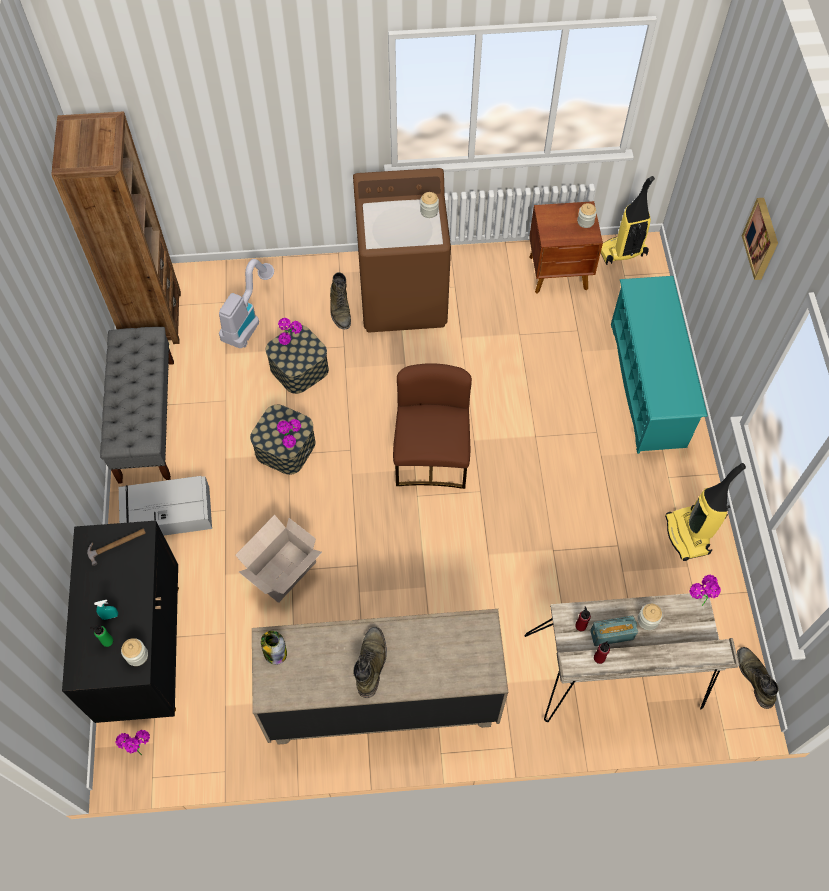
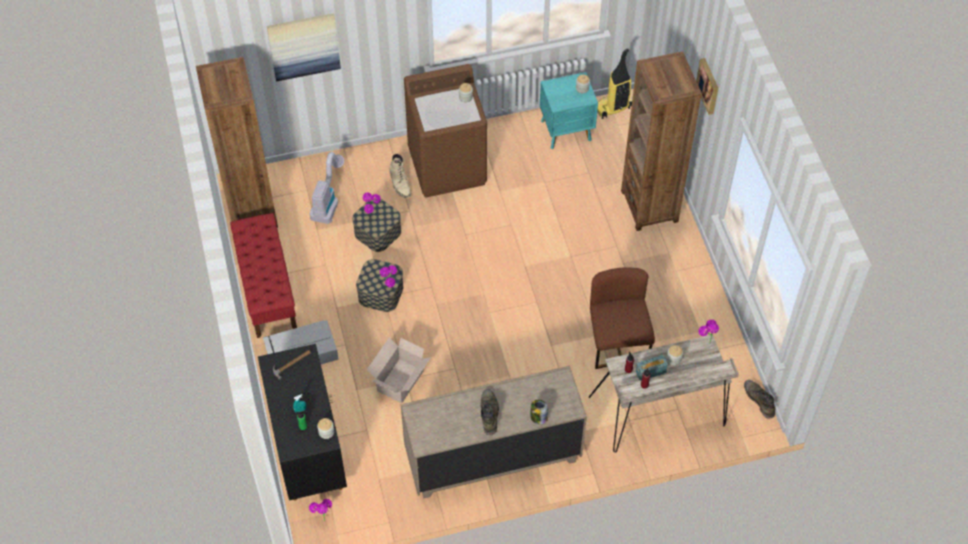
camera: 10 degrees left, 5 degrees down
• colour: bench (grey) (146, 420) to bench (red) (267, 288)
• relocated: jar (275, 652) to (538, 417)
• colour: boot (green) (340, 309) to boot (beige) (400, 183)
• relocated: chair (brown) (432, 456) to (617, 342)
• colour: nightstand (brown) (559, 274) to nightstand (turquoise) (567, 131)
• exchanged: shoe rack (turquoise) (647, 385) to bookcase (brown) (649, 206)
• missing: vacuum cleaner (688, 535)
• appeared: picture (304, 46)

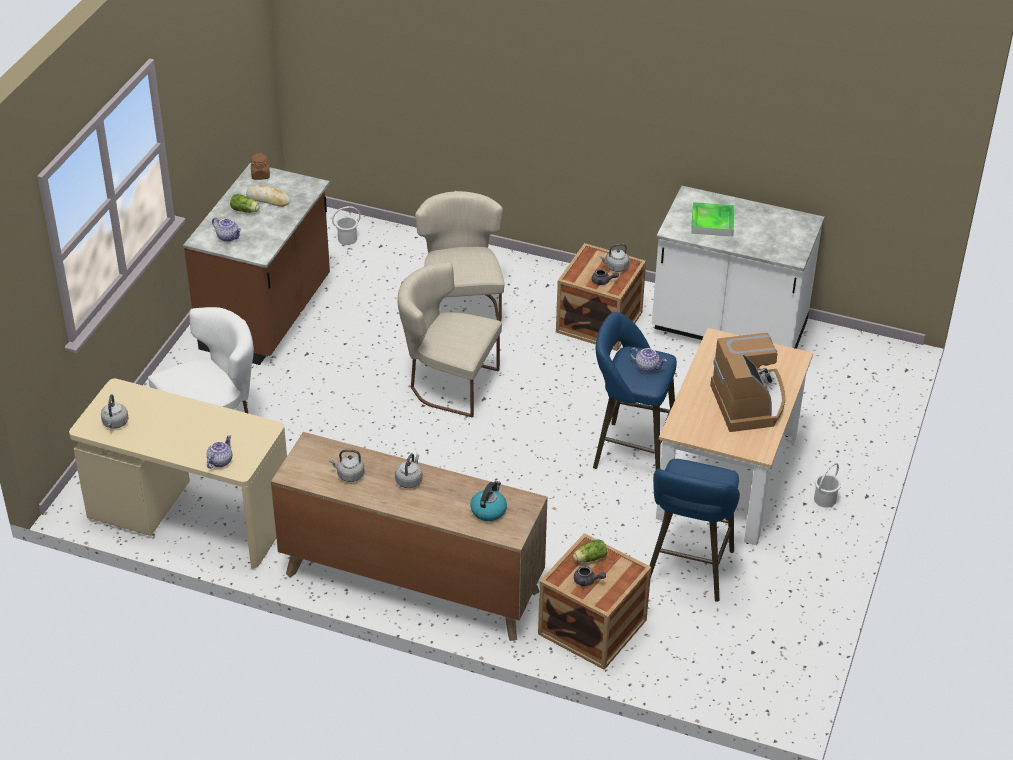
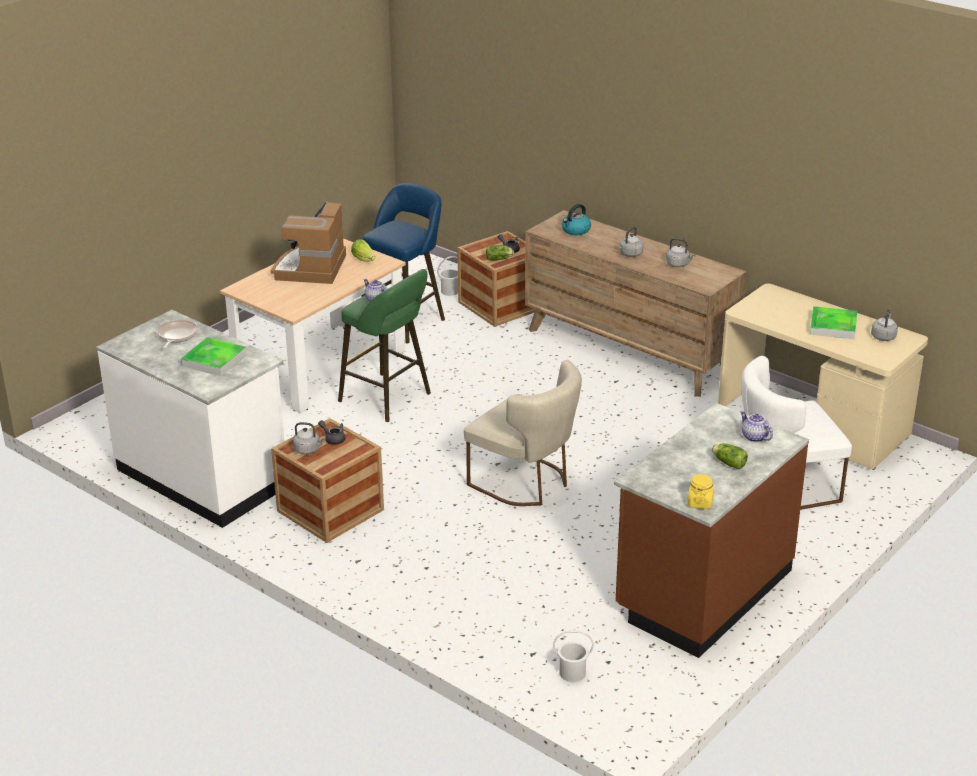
camera: 160 degrees left, 10 degrees down
• missing: teapot (219, 461)
• missing: bread (268, 199)
• colour: jar (brown) (260, 175) to jar (yellow) (700, 502)
• missing: chair (beige) (461, 308)
• colour: stool (blue) (629, 451) to stool (green) (389, 399)
• relocated: bucket (white) (825, 499) to (449, 291)
• appeared: frying pan (176, 336)
• appeared: lettuce (364, 259)
• appeared: tray (833, 326)

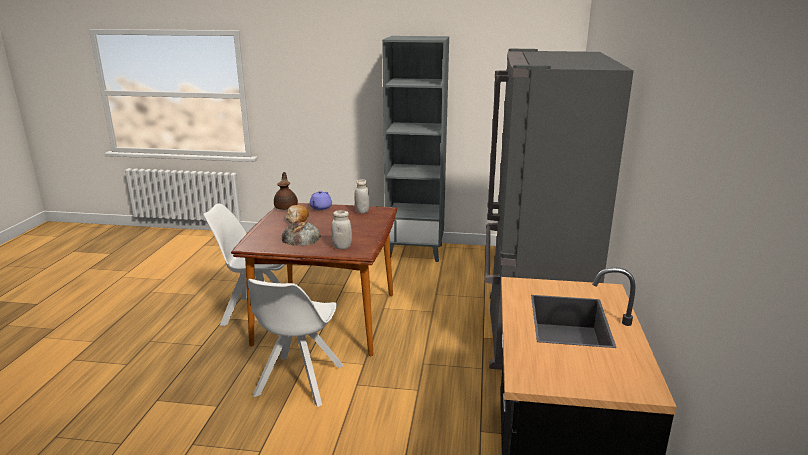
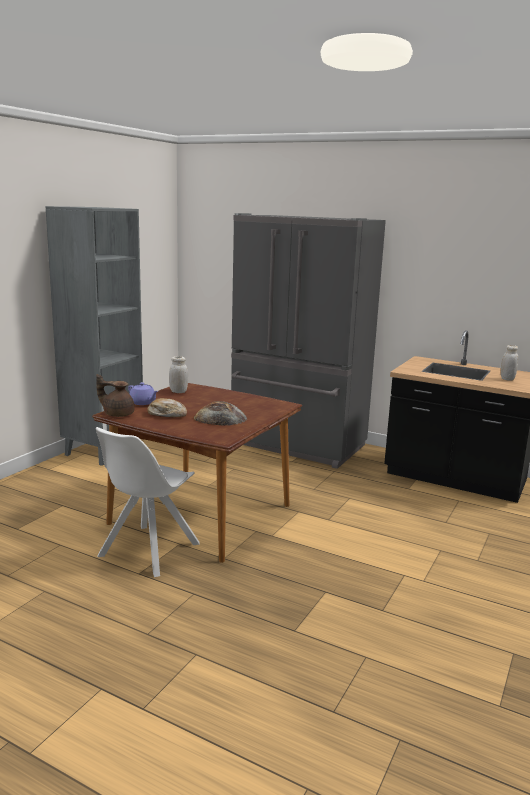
camera: 70 degrees left, 5 degrees down
• missing: chair (white) (298, 382)
• relocated: jar (white) (342, 247) to (507, 379)

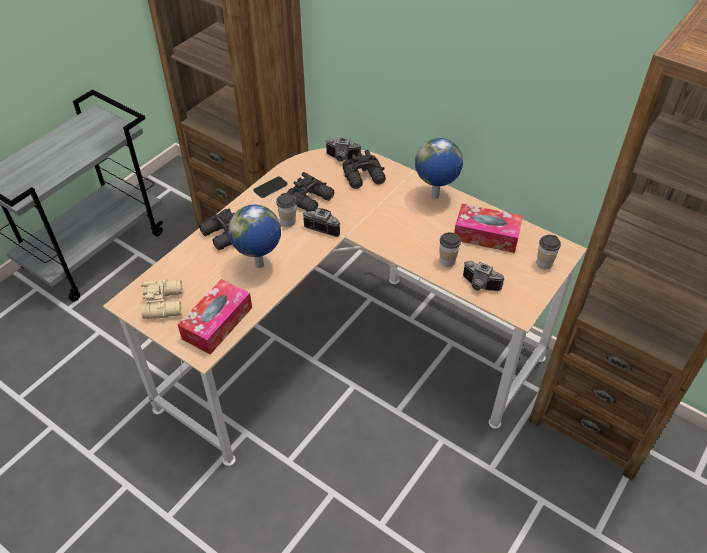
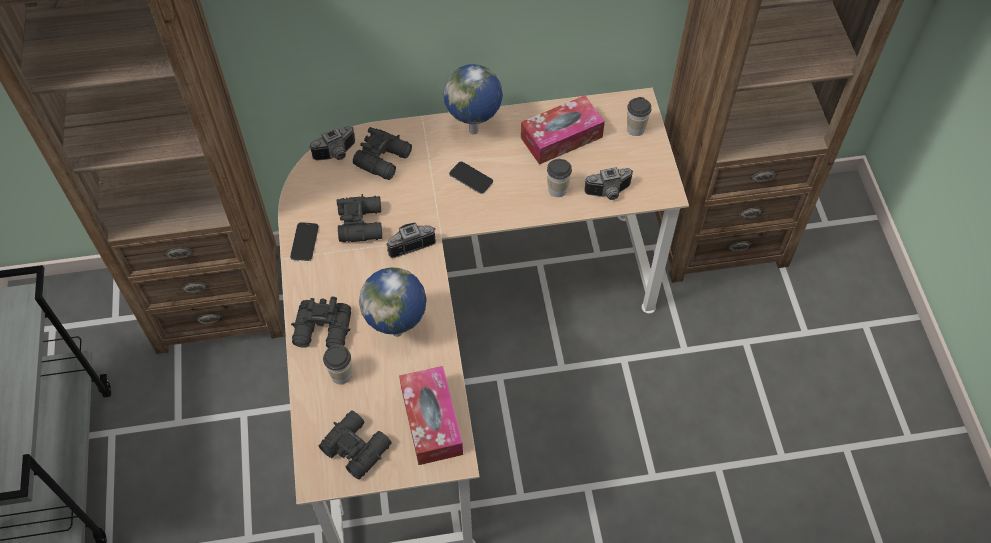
camera: 45 degrees left, 10 degrees up
• colour: binoculars (beige) (165, 303) to binoculars (black) (356, 446)
• relocated: cup (288, 221) to (341, 375)
• appeared: phone (471, 178)

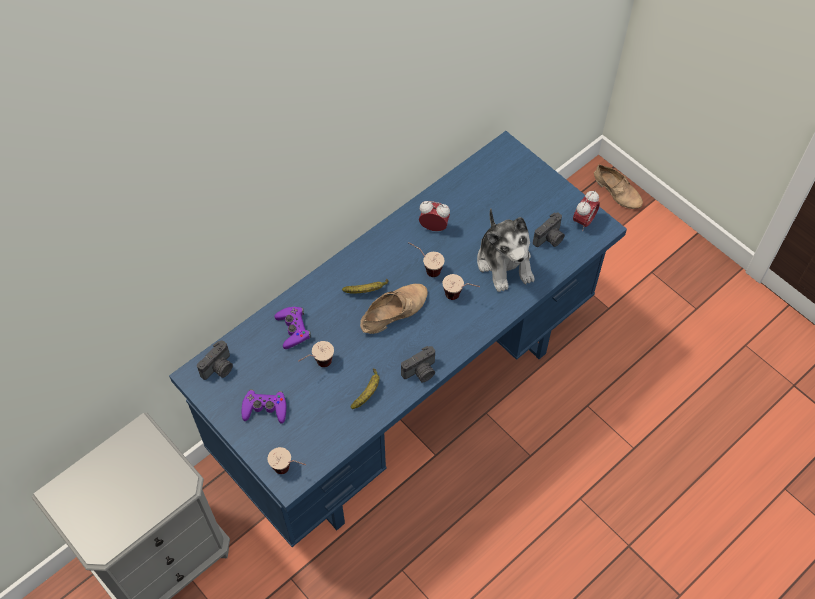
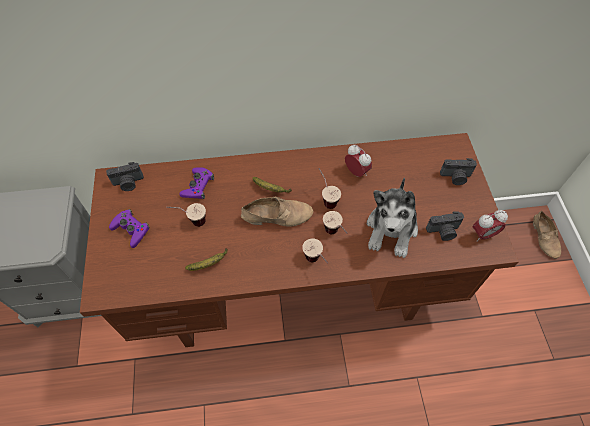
camera: 35 degrees right, 0 degrees up
• colour: desk (blue) (407, 396) to desk (brown) (296, 289)
• relocated: cup (290, 471) to (316, 263)
• relocated: photo camera (421, 372) to (455, 177)

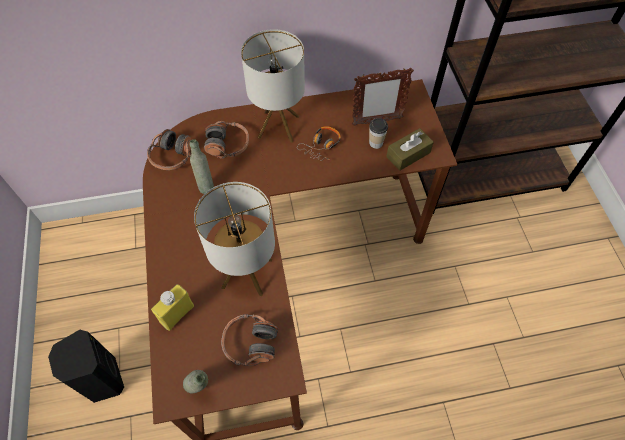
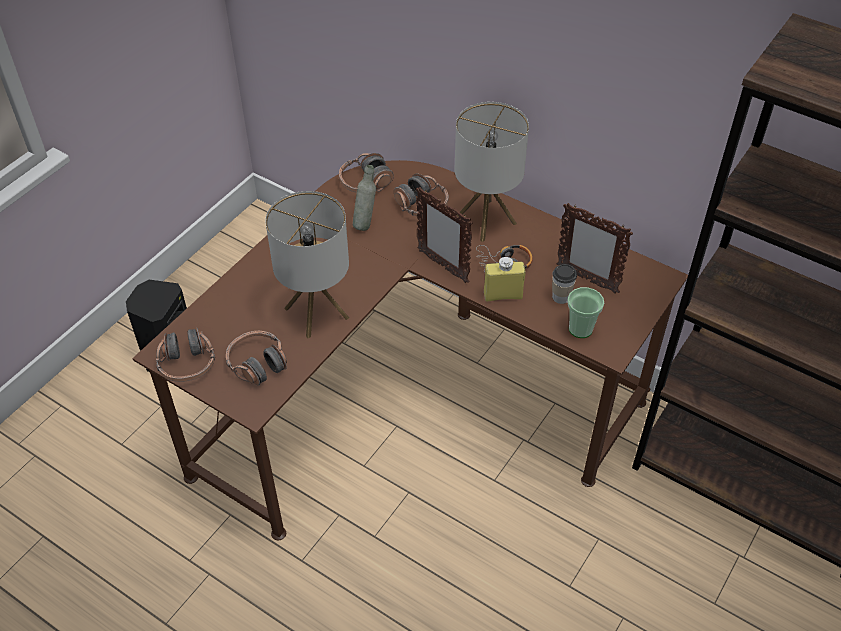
camera: 45 degrees right, 10 degrees down
• relocated: bottle (yellow) (177, 314) to (503, 295)
• exchanged: bottle (grey) (201, 389) to headphones (187, 364)
• exchanged: tissue box (brown) (408, 154) to cup (580, 329)
• appeared: picture frame (442, 266)

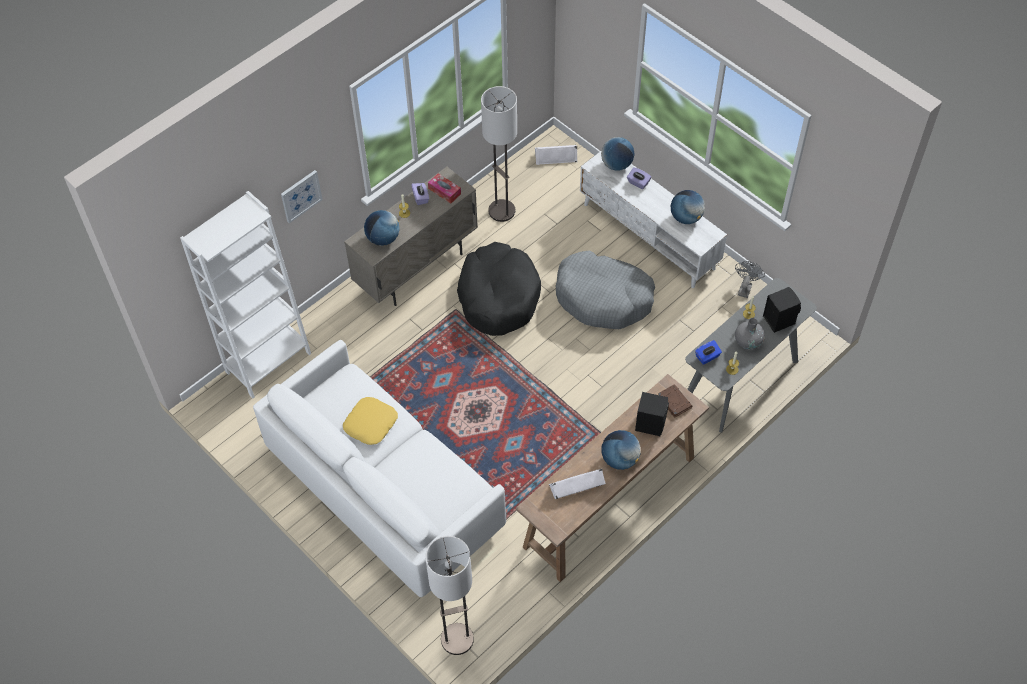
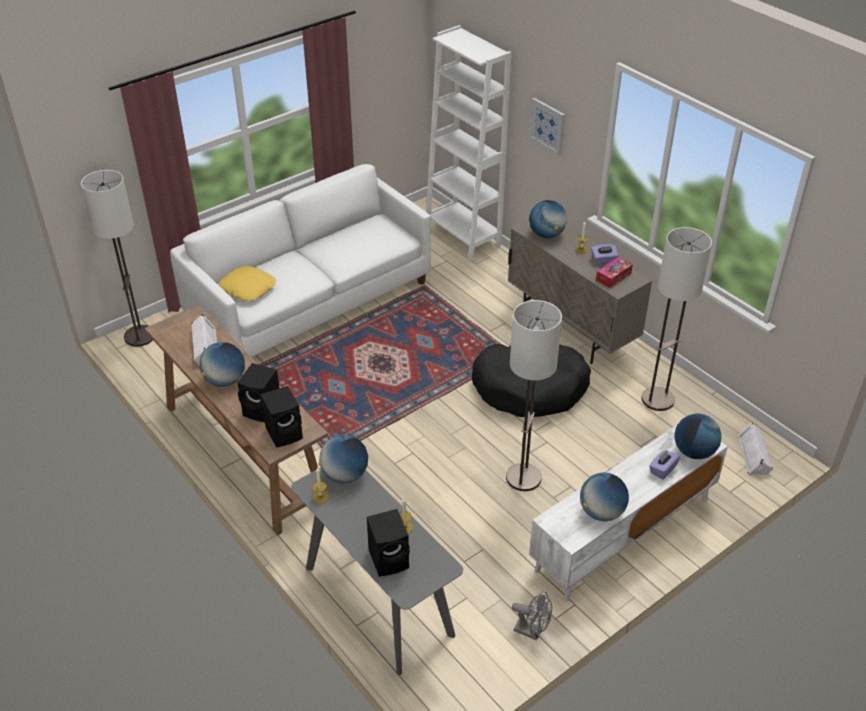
camera: 95 degrees right, 15 degrees down
• relocated: pillow (yellow) (370, 423) to (248, 288)
• exchanged: dog bed (grey) (603, 298) to floor lamp (523, 477)
• exchanged: book (brown) (674, 402) to speaker (black) (285, 433)
• exchanged: tissue box (blue) (707, 357) to globe (345, 475)
• missing: vase (grey) (748, 342)

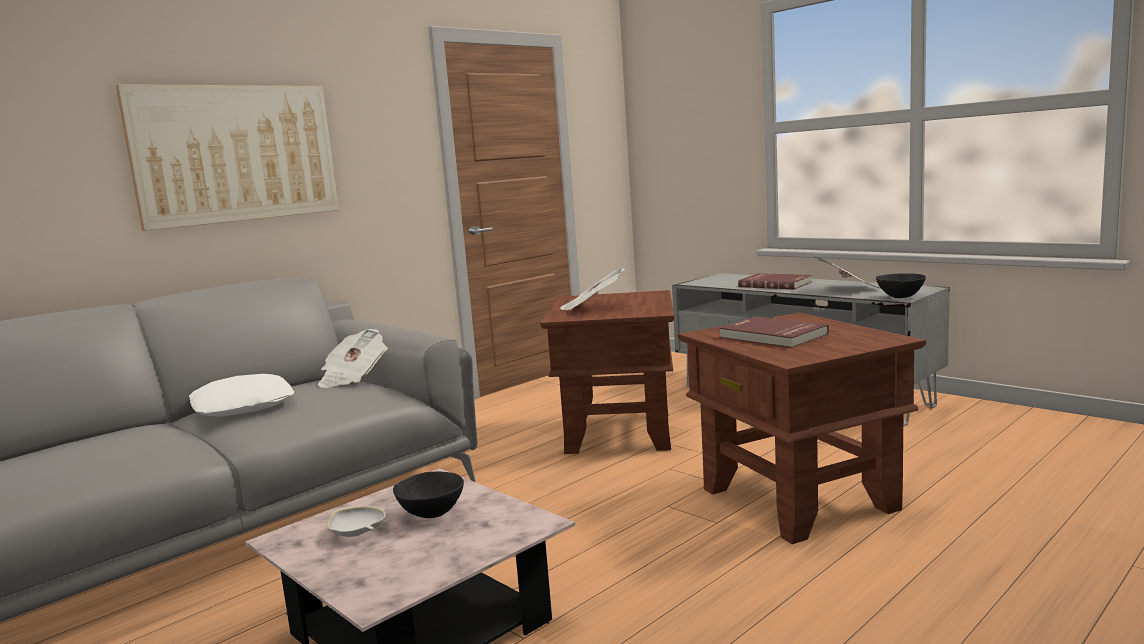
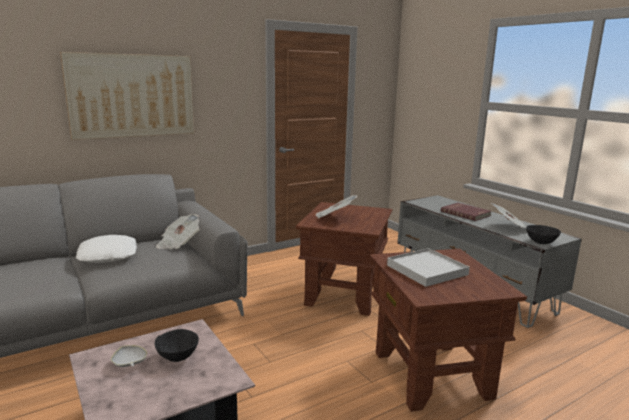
camera: 10 degrees right, 5 degrees up
• exchanged: book (red) (772, 336) to tray (white) (427, 270)

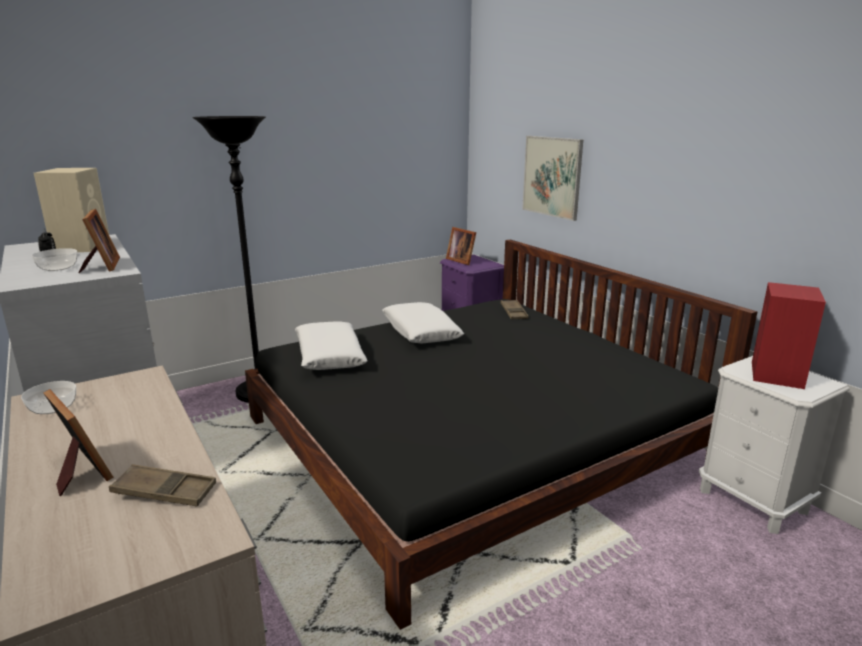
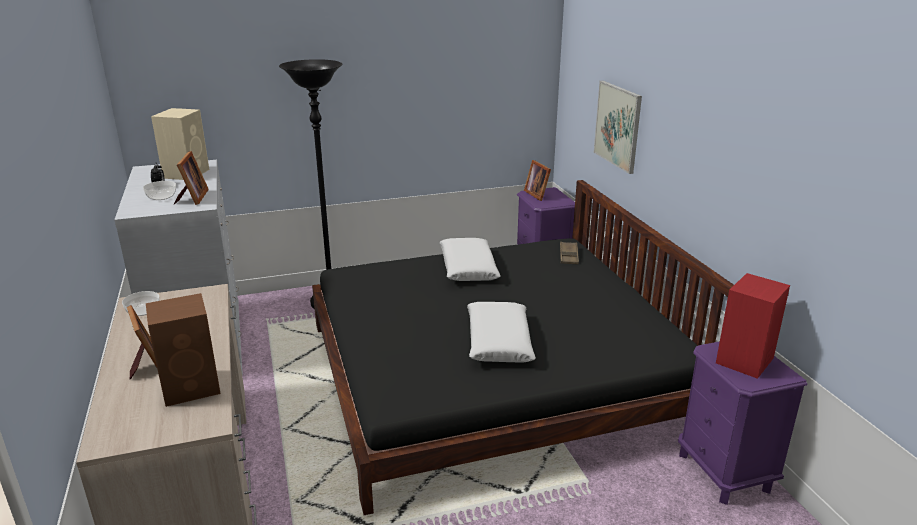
camera: 15 degrees right, 5 degrees up
• exchanged: tray (brown) (165, 491) to speaker (brown) (193, 387)
• relocated: pillow (white) (329, 356) to (498, 341)
• colour: nightstand (white) (753, 501) to nightstand (purple) (724, 472)

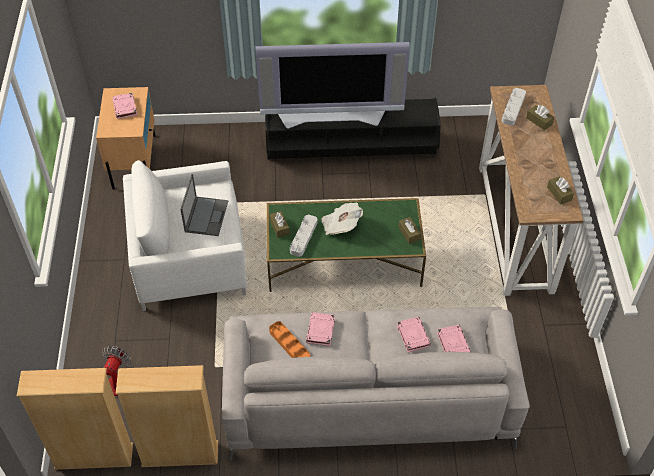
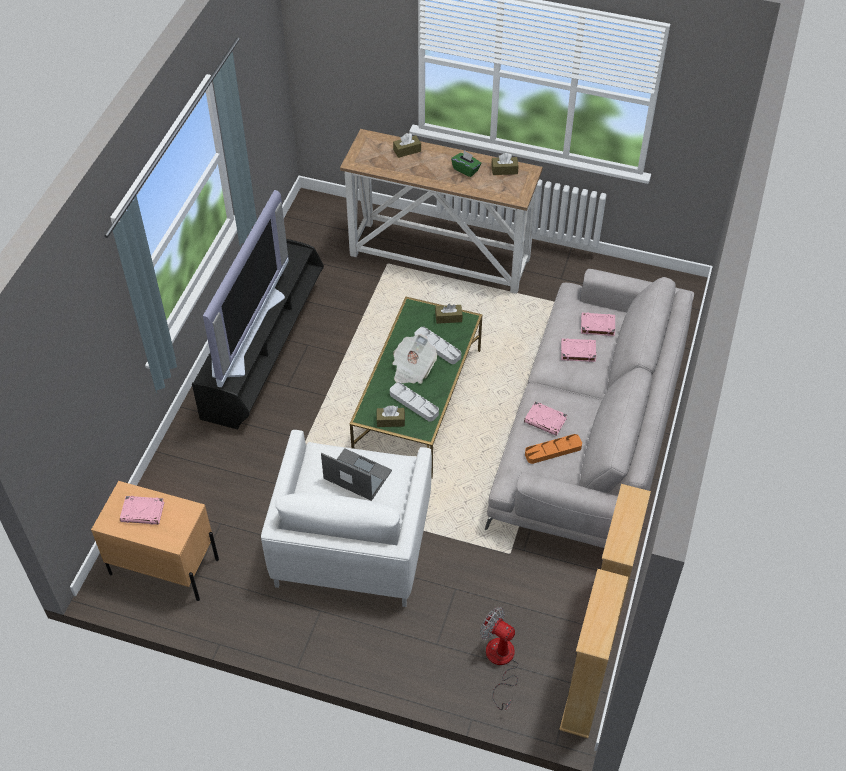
camera: 70 degrees left, 0 degrees up
• relocated: tray (grey) (513, 108) to (437, 347)
• appeared: tissue box (green) (466, 169)

